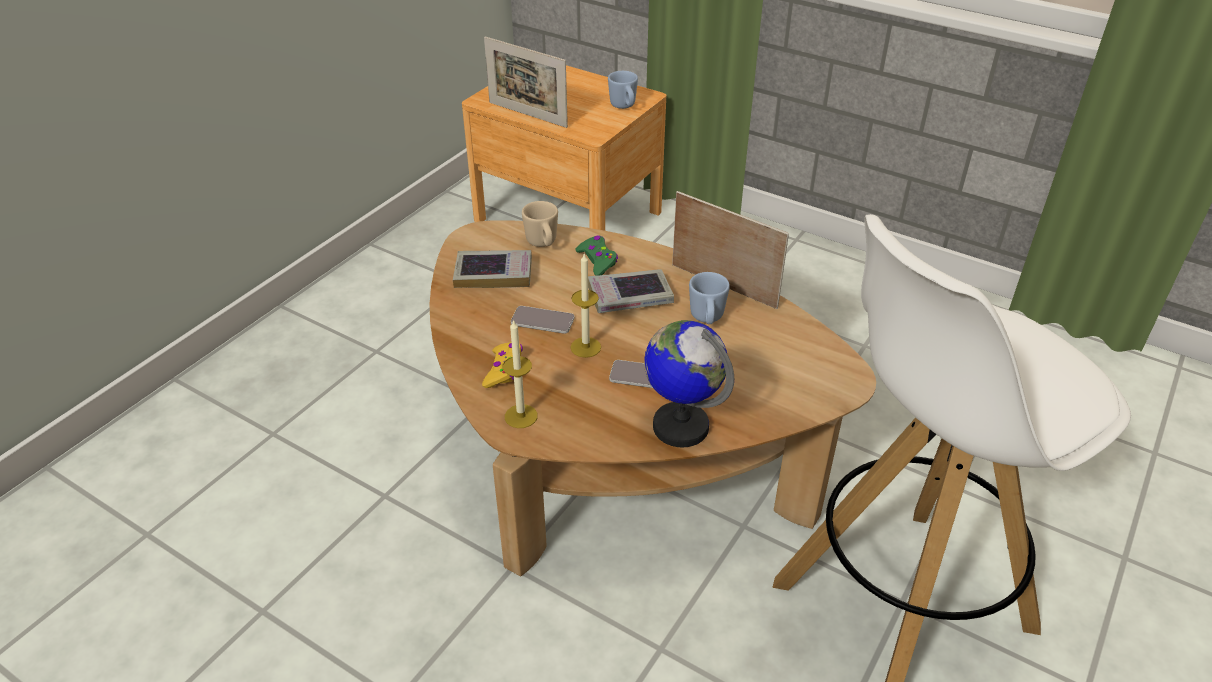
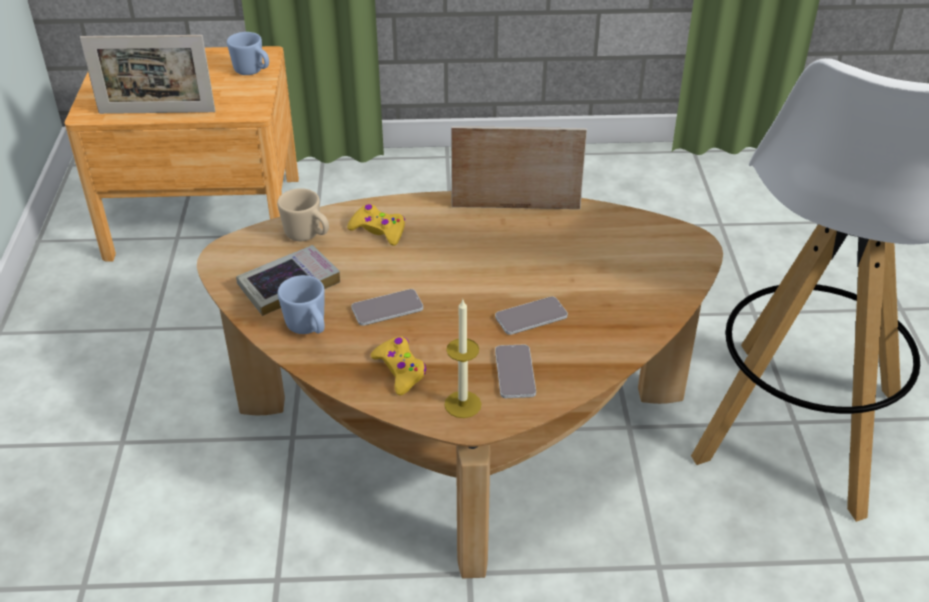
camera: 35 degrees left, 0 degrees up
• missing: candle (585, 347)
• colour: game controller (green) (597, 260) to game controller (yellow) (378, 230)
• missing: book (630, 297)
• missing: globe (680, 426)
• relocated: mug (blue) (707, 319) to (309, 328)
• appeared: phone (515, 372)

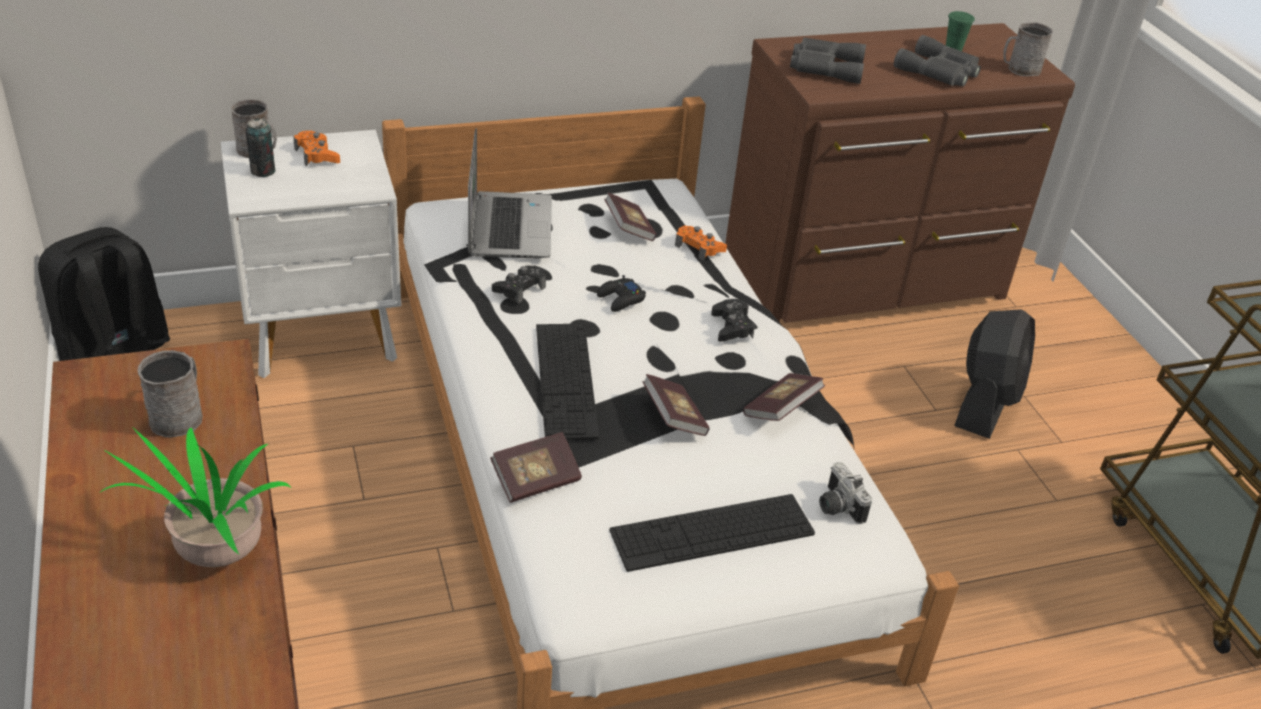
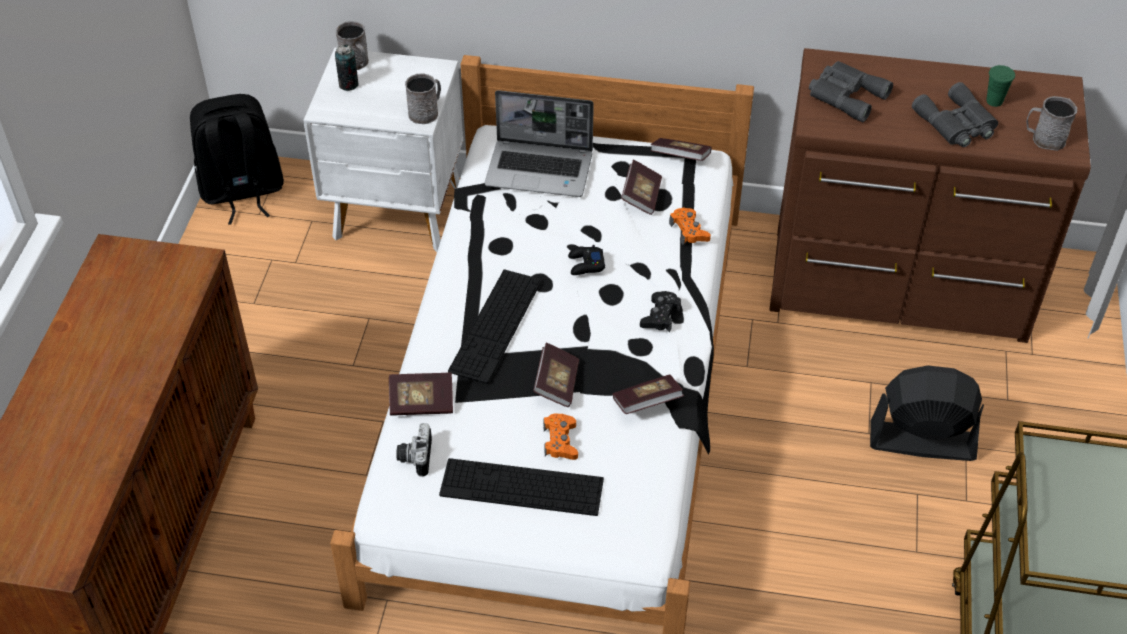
camera: 30 degrees right, 10 degrees up
• missing: potted plant (214, 557)
• relocated: mug (grey) (180, 415) to (426, 112)
• relocated: game controller (orange) (317, 155) to (560, 441)
• spun: laptop (508, 227) = (540, 170) 75 degrees clockwise
• missing: game controller (black) (519, 288)
• relocated: photo camera (836, 506) to (414, 457)
• spun: fan (black) (985, 403) = (921, 441) 135 degrees counterclockwise
• appeared: book (680, 158)

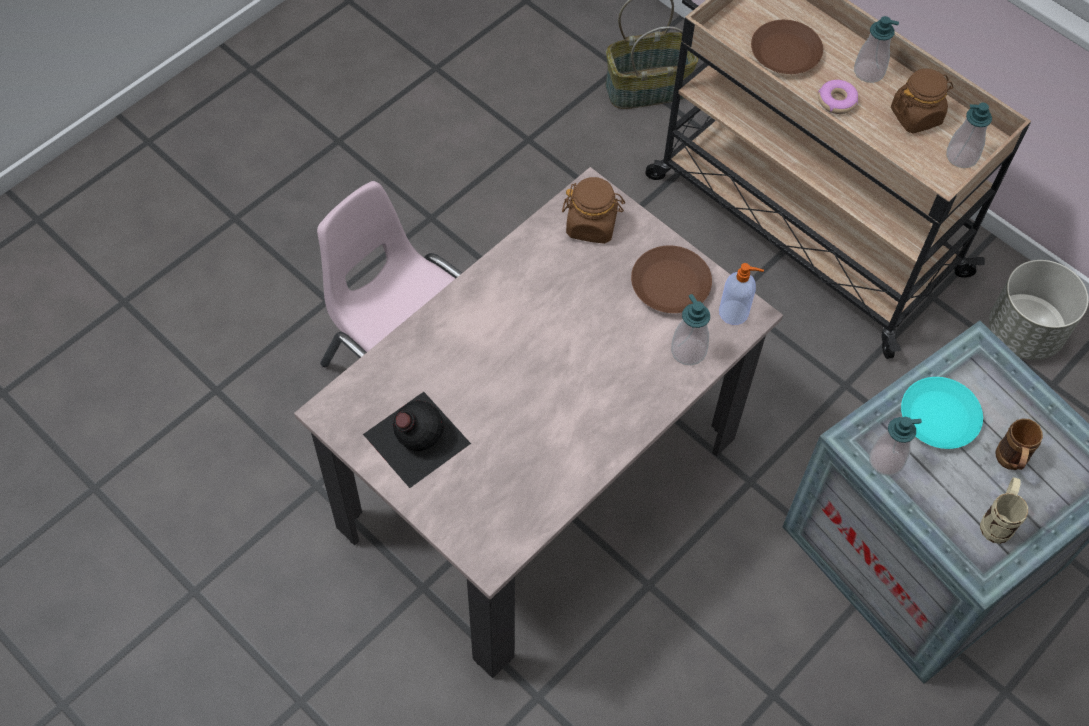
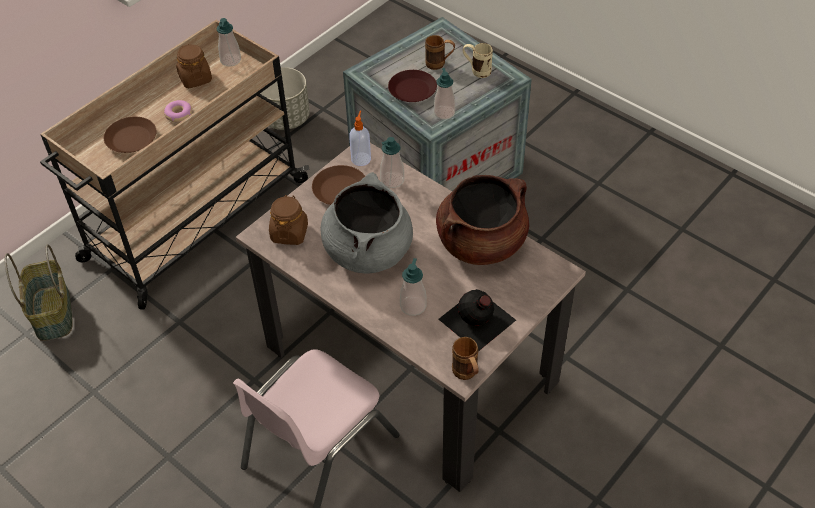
camera: 90 degrees left, 10 degrees down
• relocated: soap dispenser (868, 72) to (413, 306)
• colour: plate (turquoise) (940, 418) to plate (brown) (412, 90)
• appeared: cooking pot (grey) (368, 251)
• appeared: cooking pot (brown) (481, 243)
• appeared: mug (brown) (466, 375)

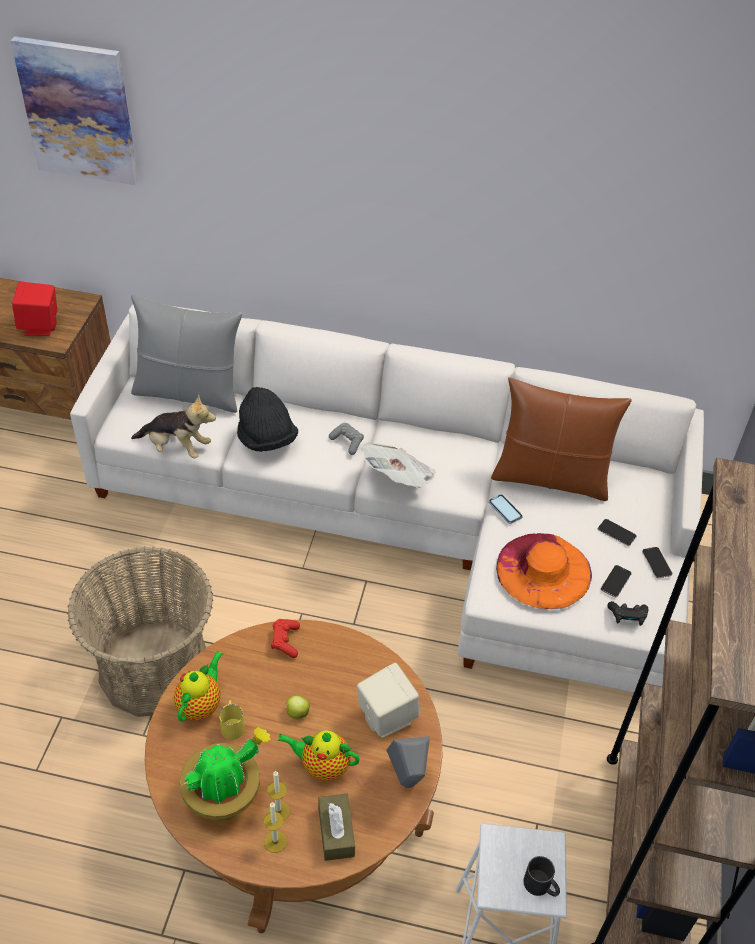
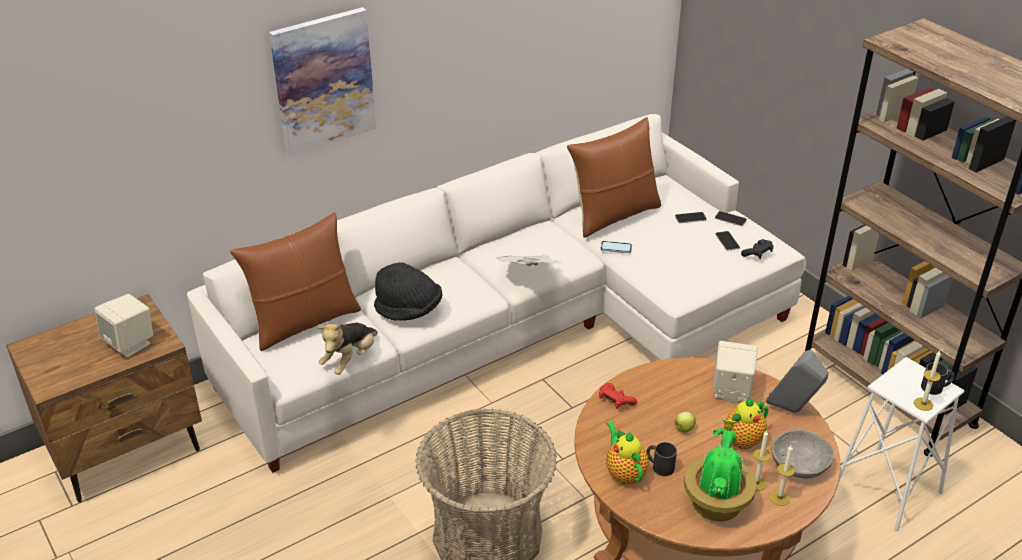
camera: 45 degrees left, 10 degrees down
• relocated: picture (78, 111) to (323, 81)
• colour: speaker (red) (40, 326) to speaker (beige) (130, 344)
• colour: pillow (grey) (189, 393) to pillow (brown) (304, 322)
• spun: plush toy (176, 447) = (350, 359) 150 degrees clockwise
• colour: mug (yellow) (232, 724) to mug (black) (659, 466)
• exchanged: tissue box (brown) (336, 832) to bowl (grey) (799, 464)
• missing: game controller (grey) (347, 442)
• missing: hat (orange) (543, 570)
• appeared: candle (923, 404)

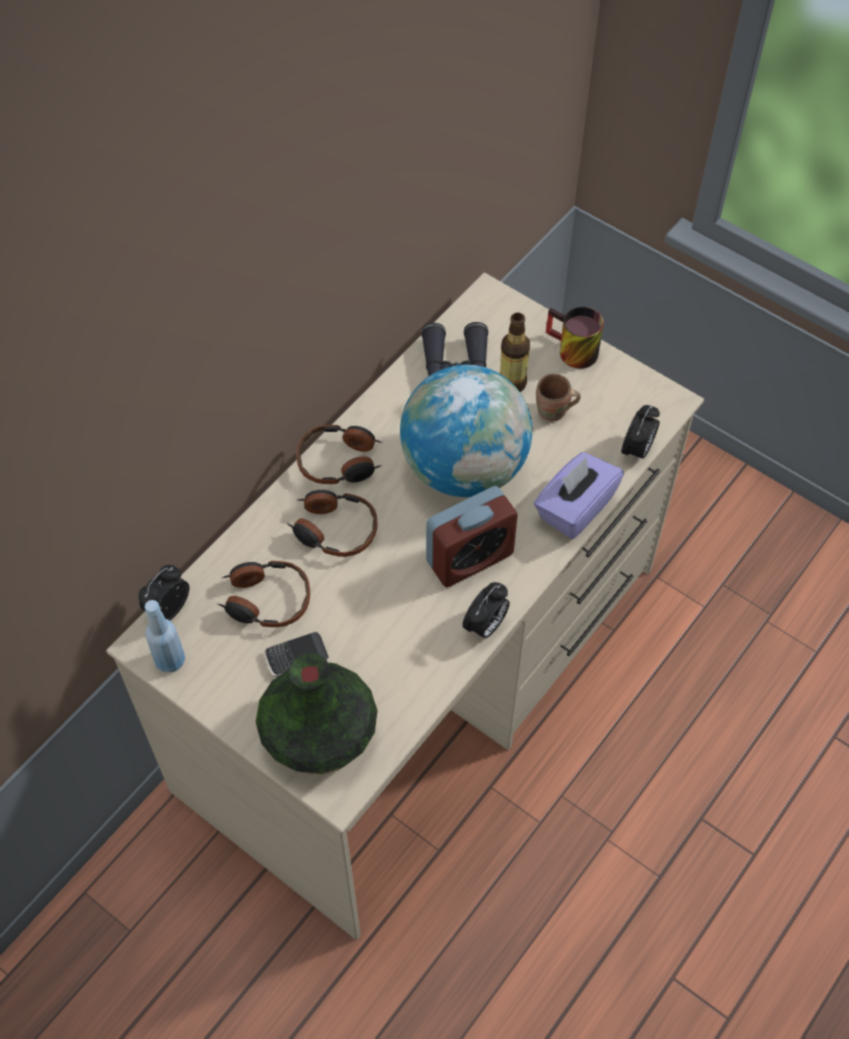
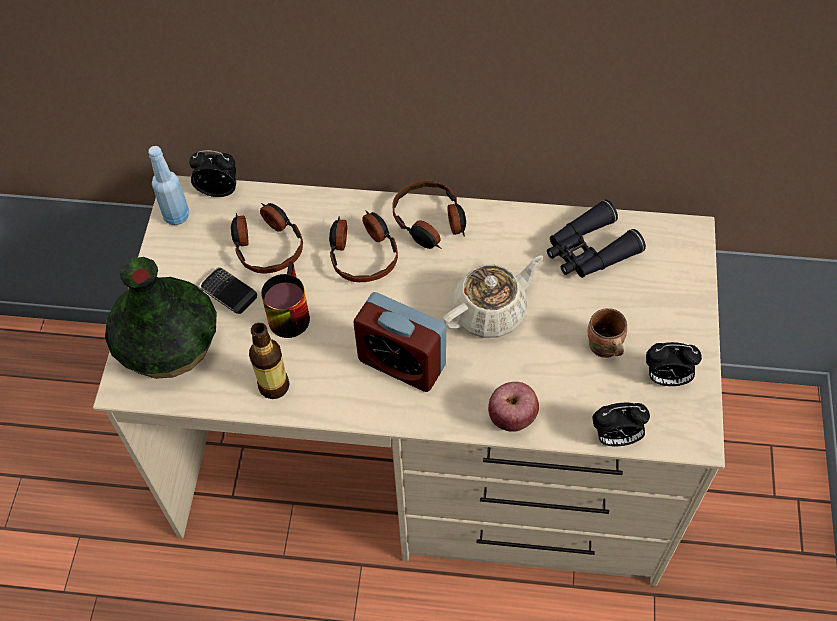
camera: 60 degrees right, 0 degrees up
• exchanged: globe (464, 468) to teapot (beige) (490, 312)
• relocated: alarm clock (485, 626) to (666, 378)
• relocated: bottle (512, 383) to (274, 386)
• exchanged: tissue box (purple) (575, 508) to apple (512, 418)
• relocated: mug (570, 352) to (286, 312)

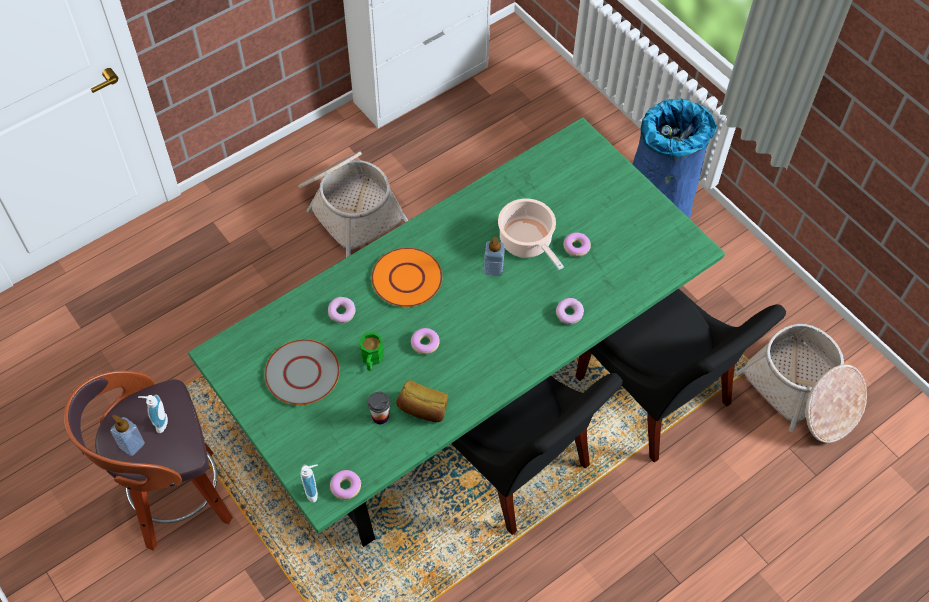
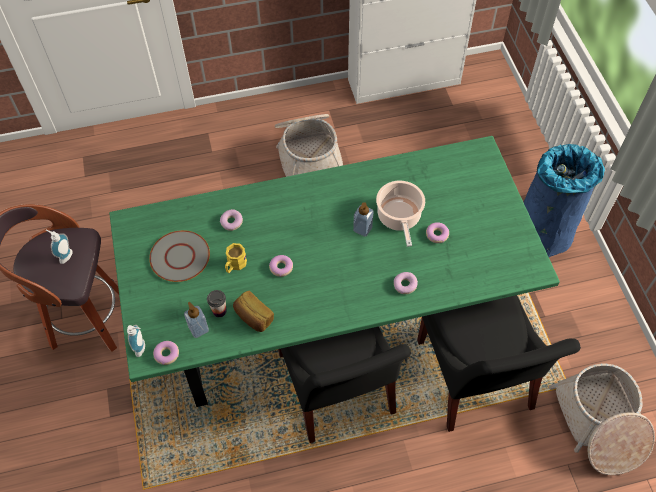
camera: 25 degrees right, 0 degrees up
• relocated: soap dispenser (132, 445) to (198, 329)
• colour: mug (green) (371, 360) to mug (yellow) (235, 265)
• missing: plate (orange) (406, 278)

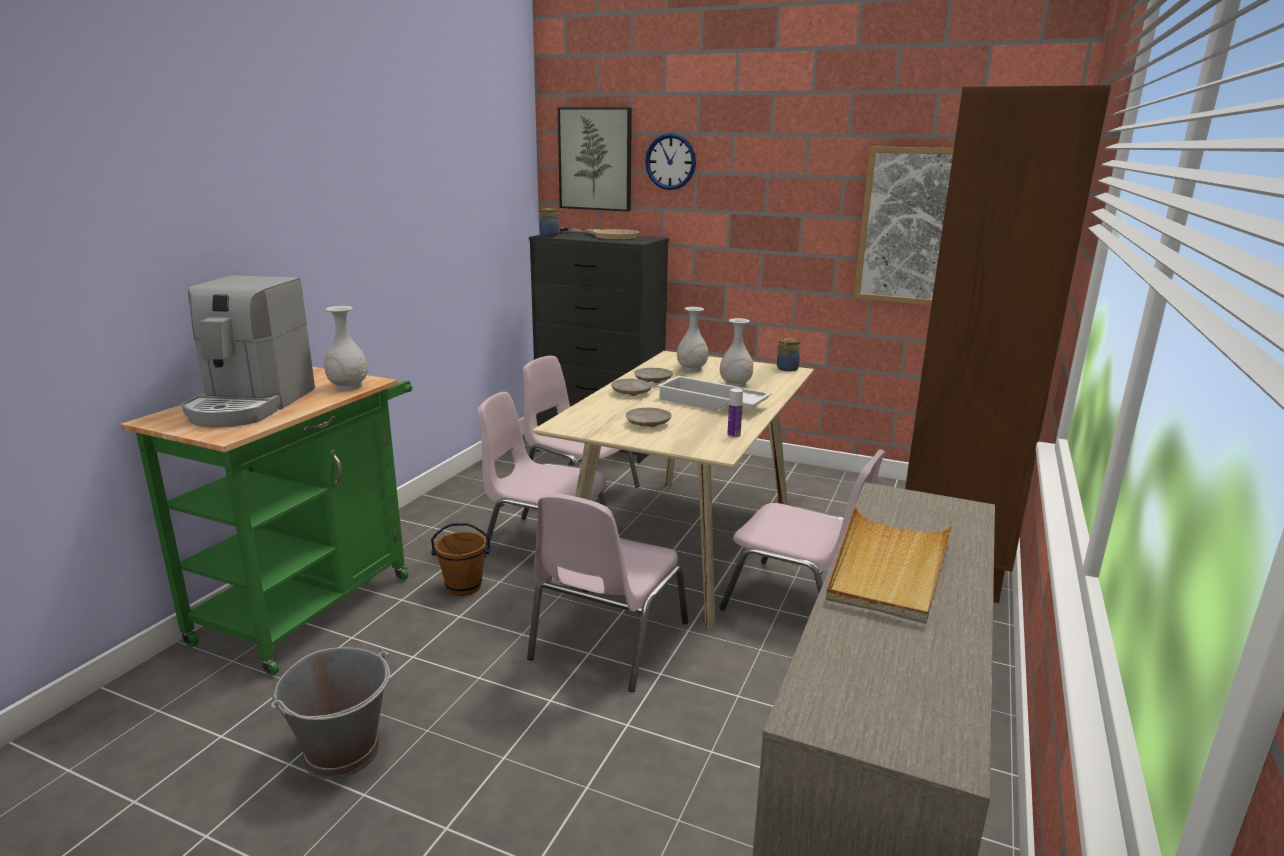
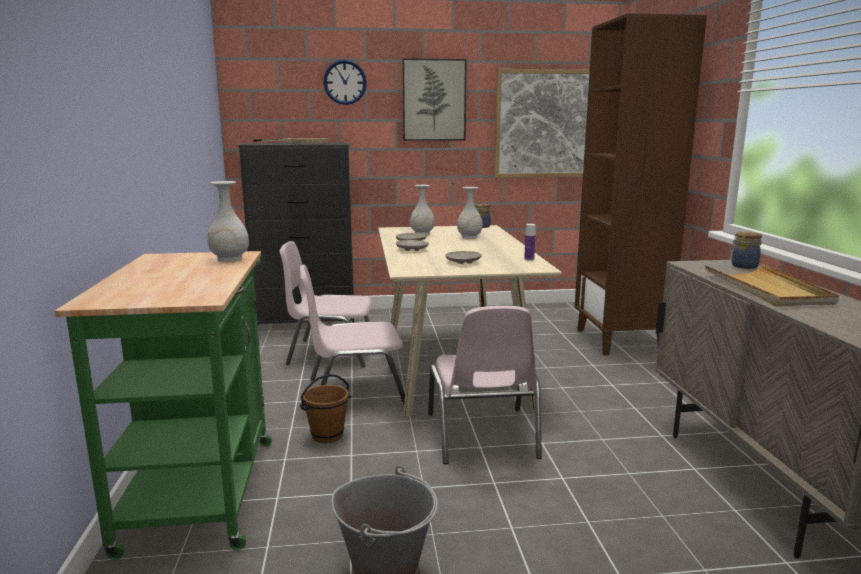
camera: 30 degrees left, 5 degrees down
• missing: coffee machine (250, 405)
• relocated: jar (549, 235) to (743, 266)
• relocated: picture (595, 159) to (434, 100)
• missing: tray (white) (711, 403)
• missing: chair (pink) (797, 601)

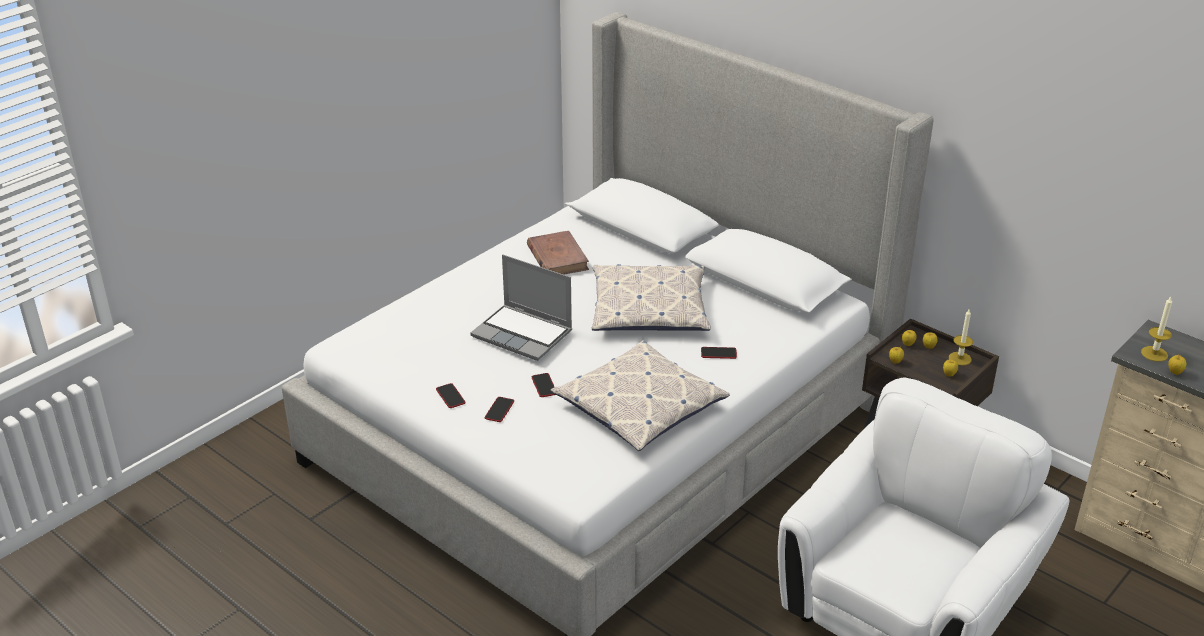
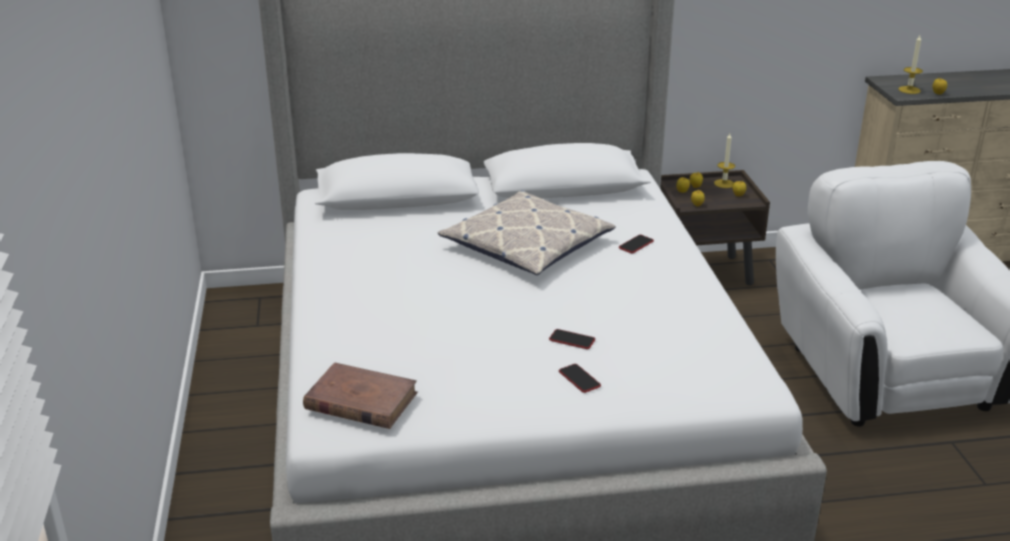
camera: 50 degrees left, 5 degrees down
• missing: phone (450, 396)
• missing: laptop (523, 334)
• relocated: book (brown) (557, 257) to (360, 401)
• missing: pillow (640, 406)

